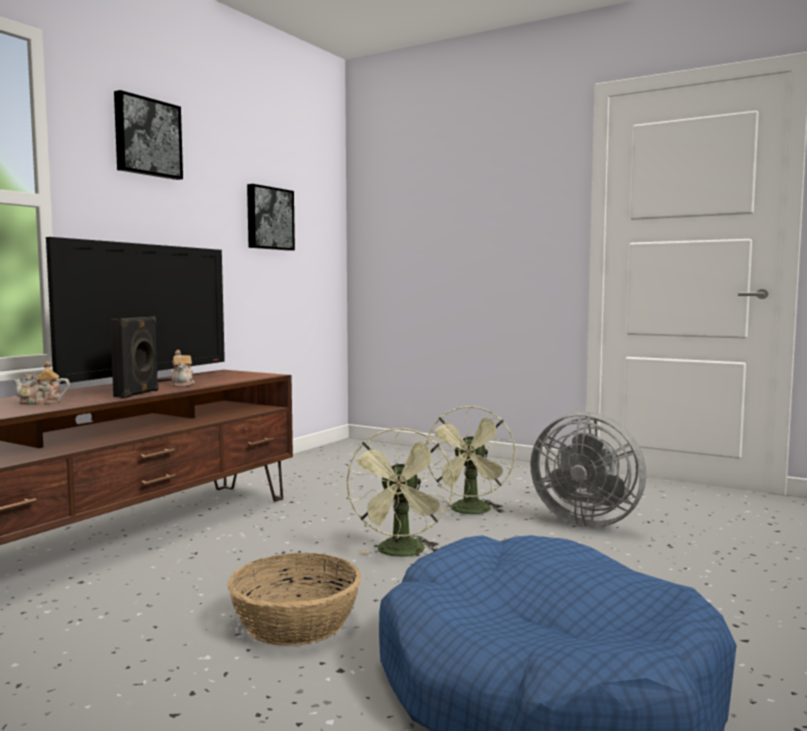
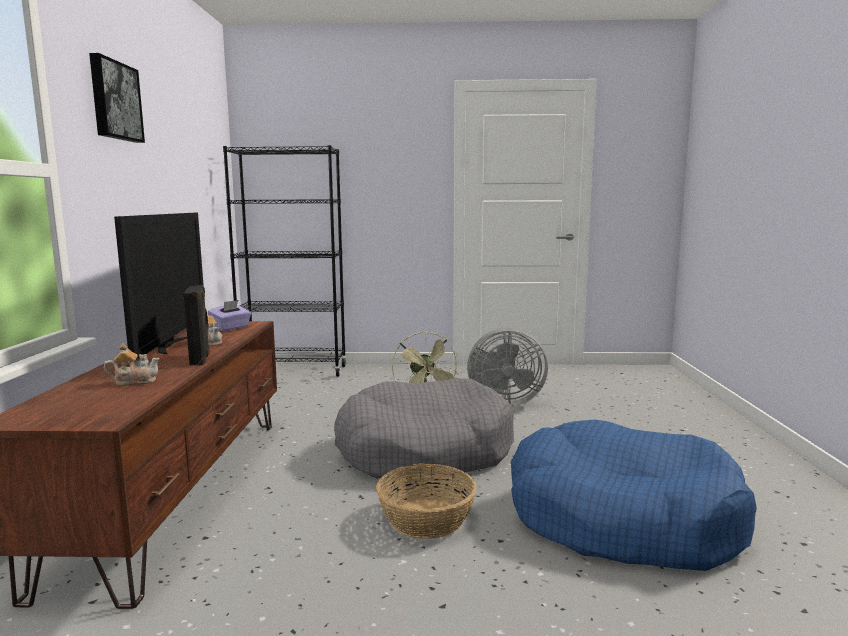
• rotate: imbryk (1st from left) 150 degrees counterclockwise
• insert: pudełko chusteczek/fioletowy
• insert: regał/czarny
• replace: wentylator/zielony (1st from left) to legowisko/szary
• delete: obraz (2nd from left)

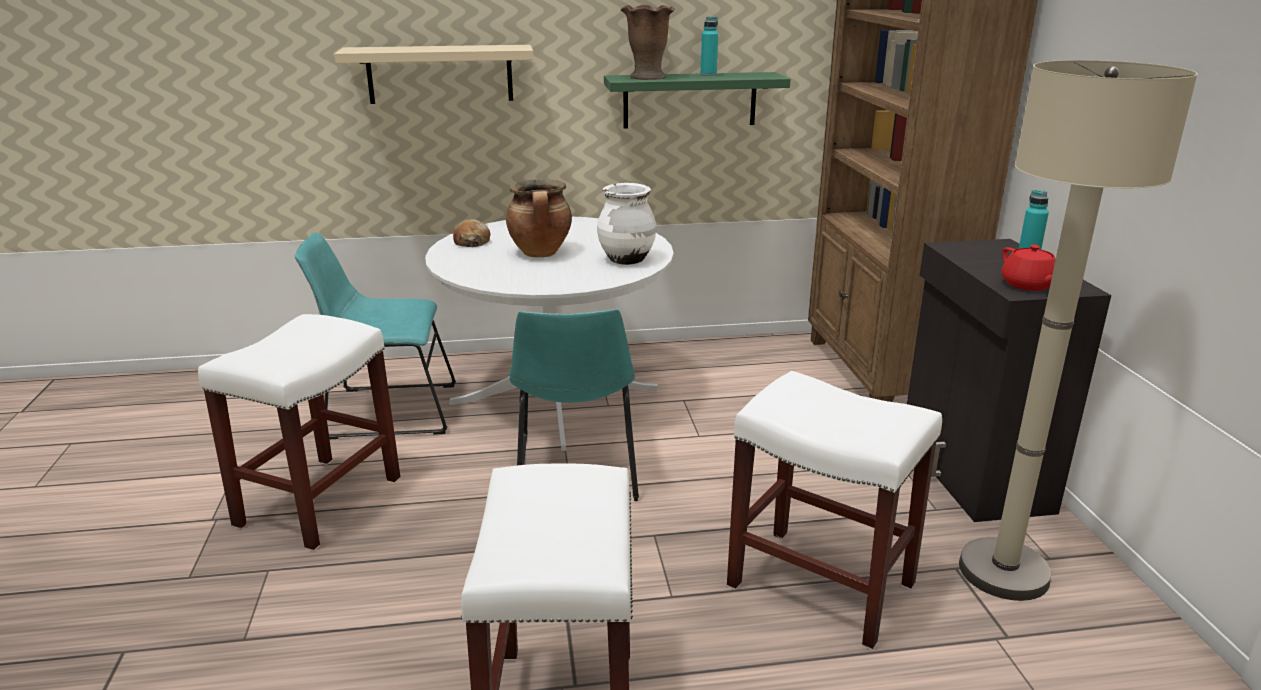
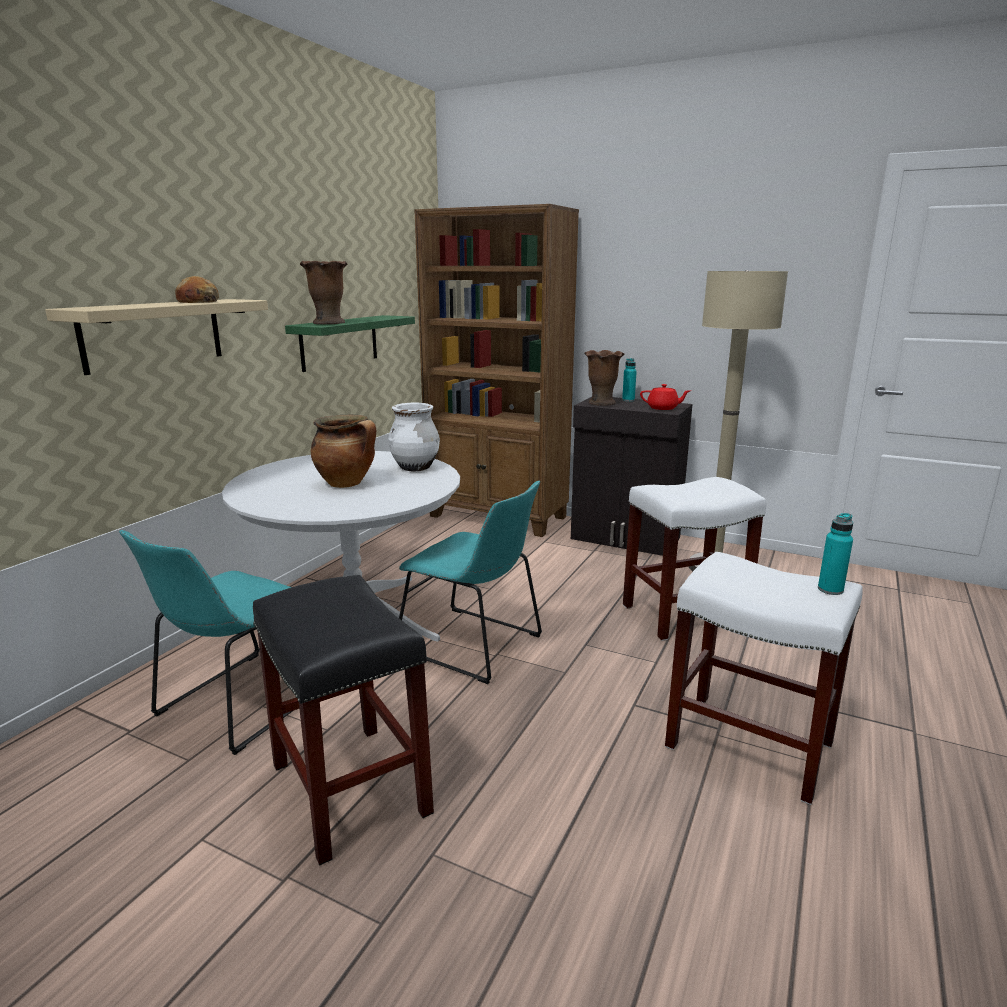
• move: chleb
• recolor: stołek/biały (1st from left) to stołek/czarny
• insert: wazon/brązowy (2nd from left)
• move: butelka/turkusowy (1st from left in the first image) to butelka/turkusowy (2nd from left)

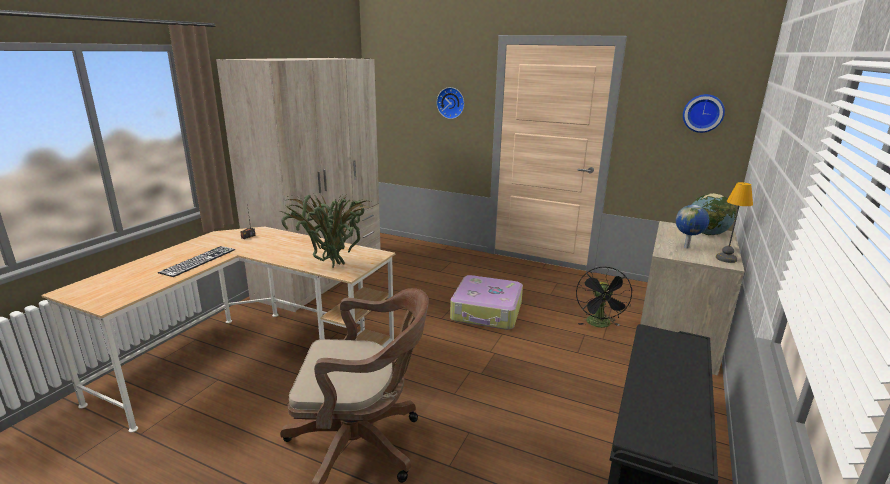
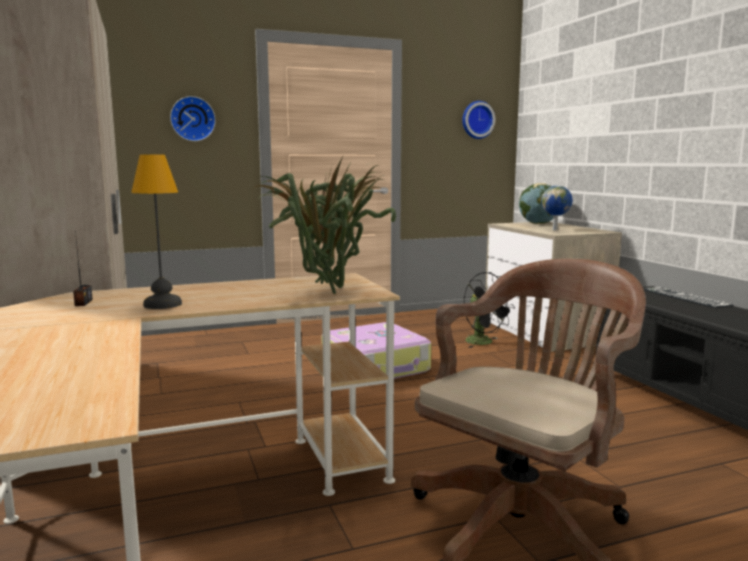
• move: lampa stołowa
• move: klawiatura

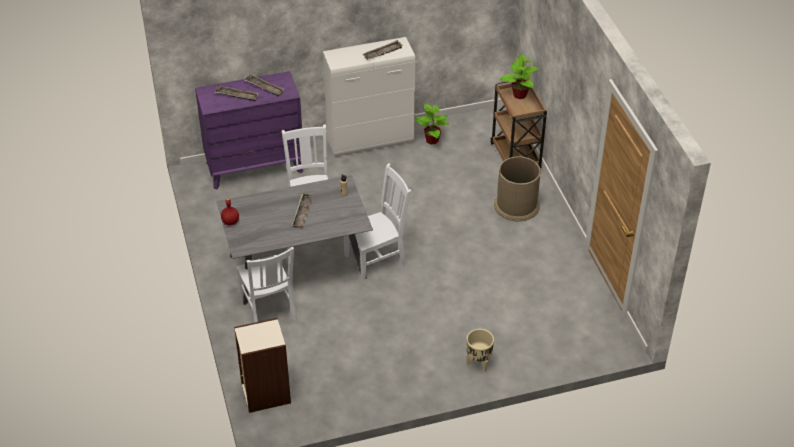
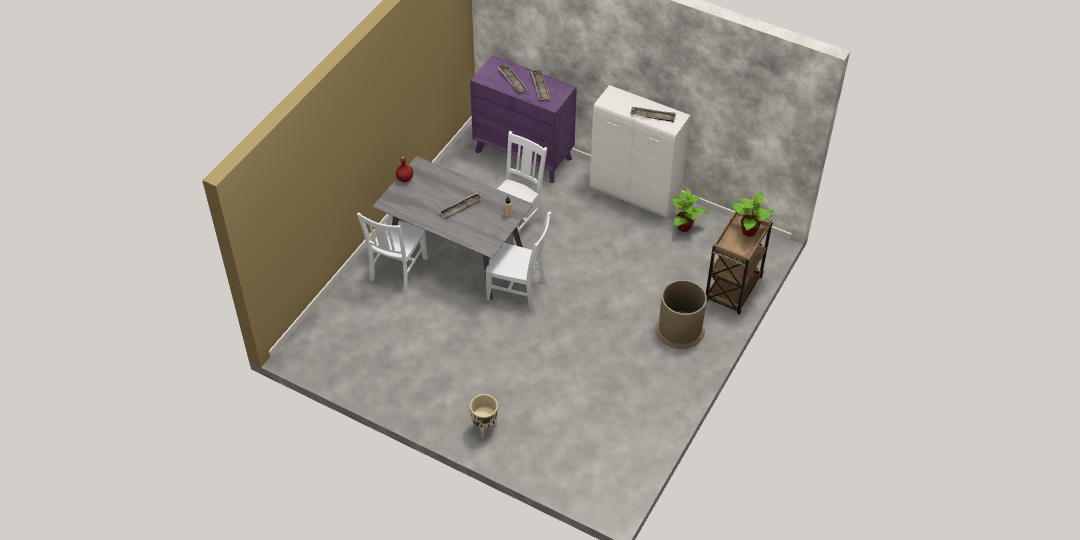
• delete: regał

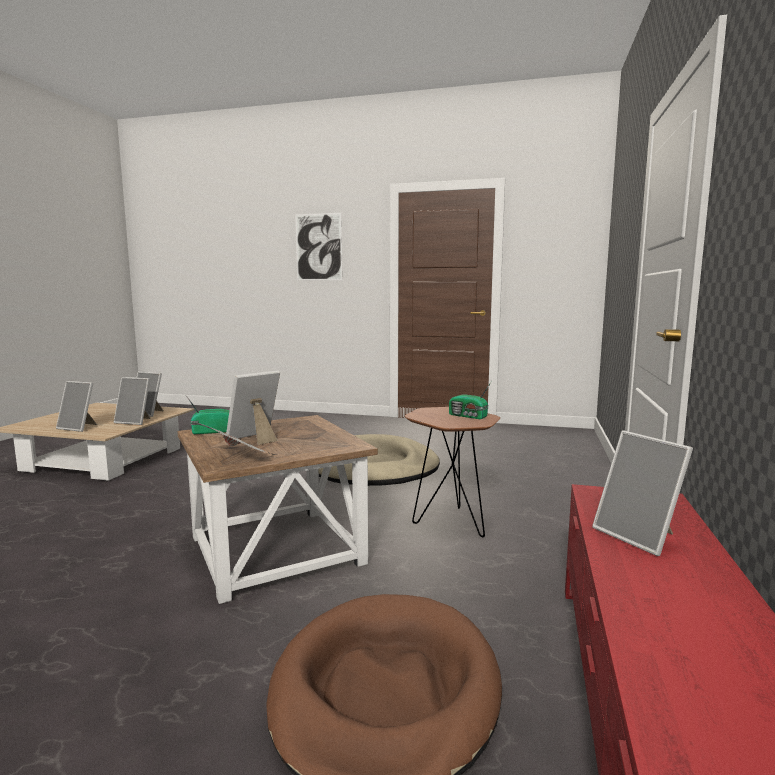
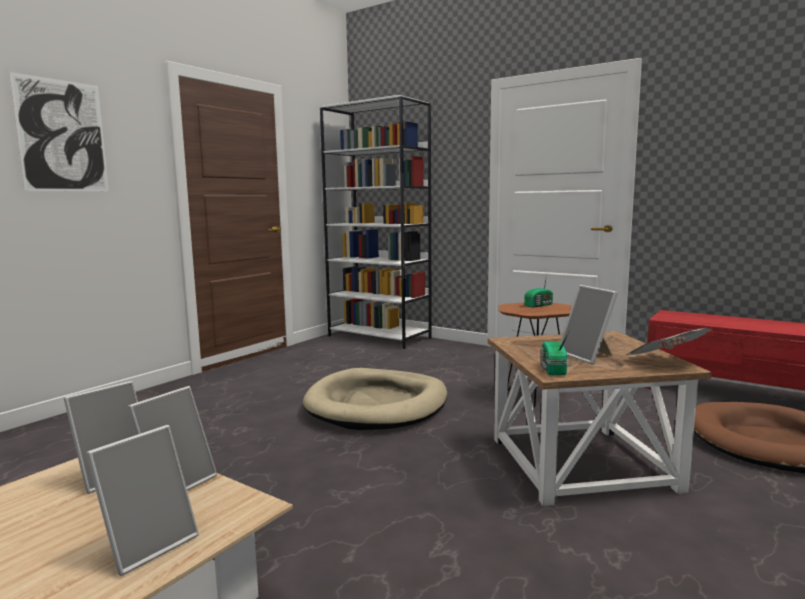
• insert: regał/biały
• delete: ramka na zdjęcie (5th from left)

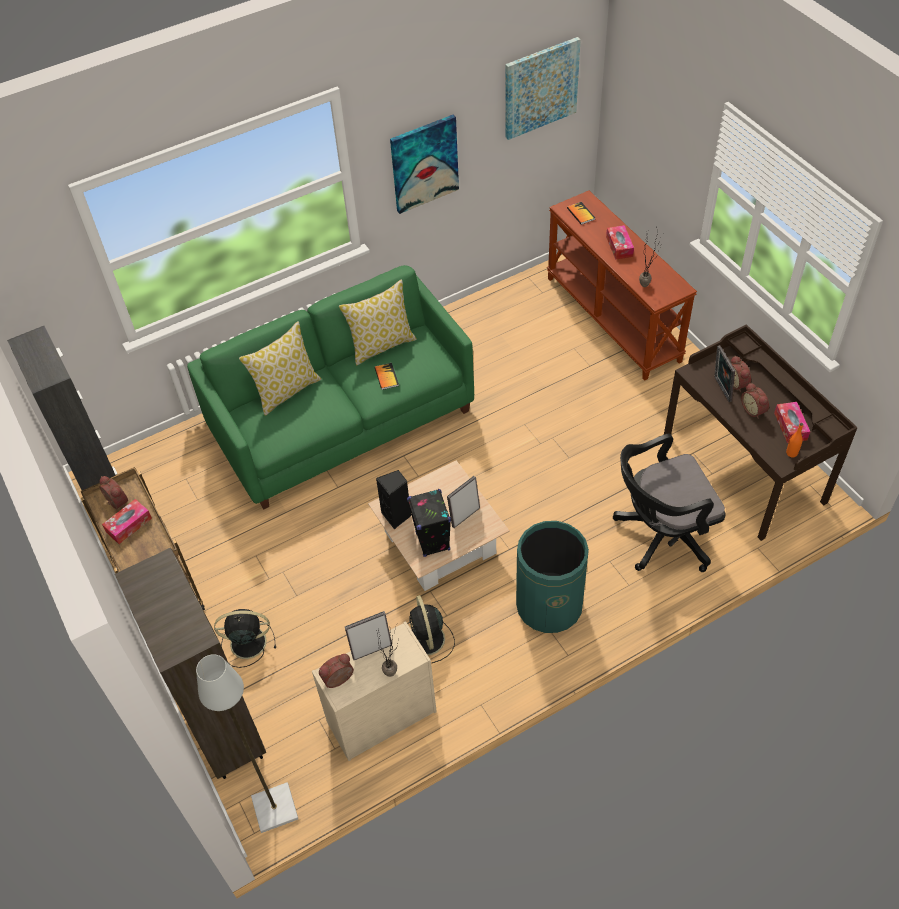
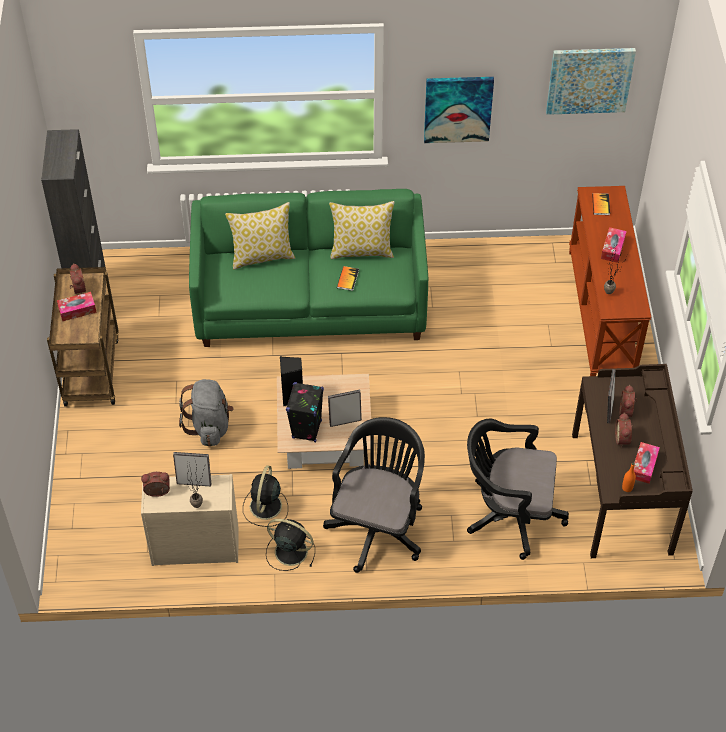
• insert: plecak/szary
• move: wentylator/czarny (1st from left in the first image) to wentylator/czarny (2nd from left)
• replace: kosz na śmieci/zielony to krzesło biurowe/czarny (1st from left)
• delete: regał/brązowy
• delete: lampa stojąca/szary

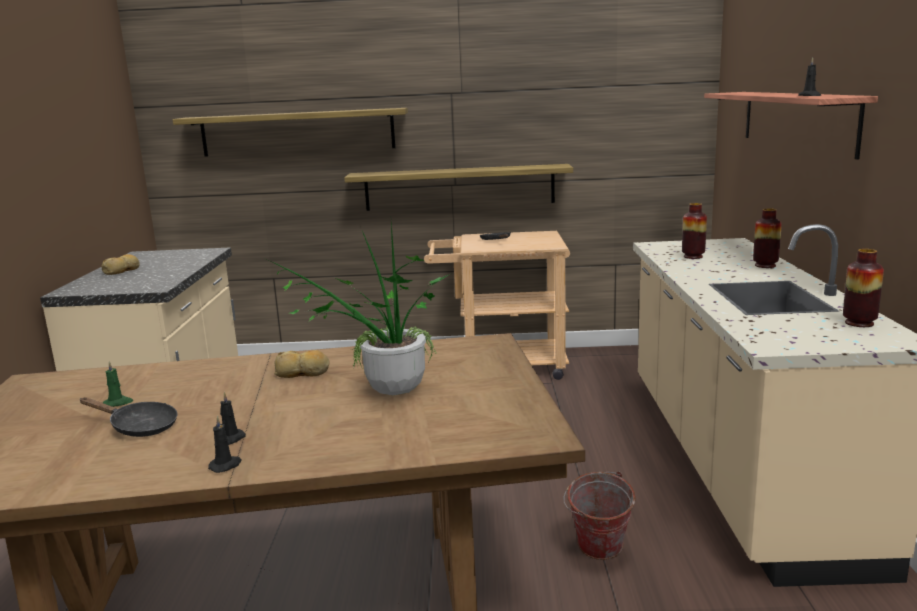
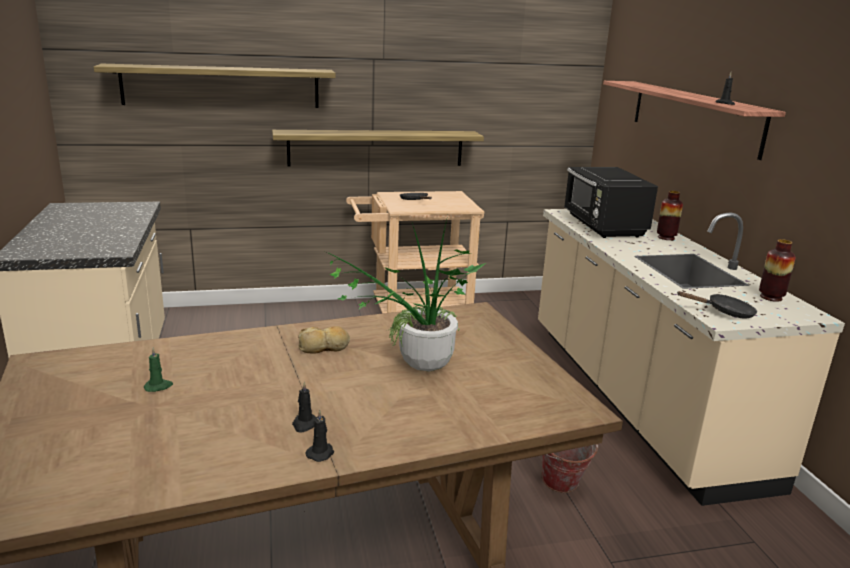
• replace: wazon (1st from left) to mikrofalówka/czarny
• move: patelnia/czarny (1st from left in the first image) to patelnia/czarny (2nd from left)
• delete: chleb (1st from left)

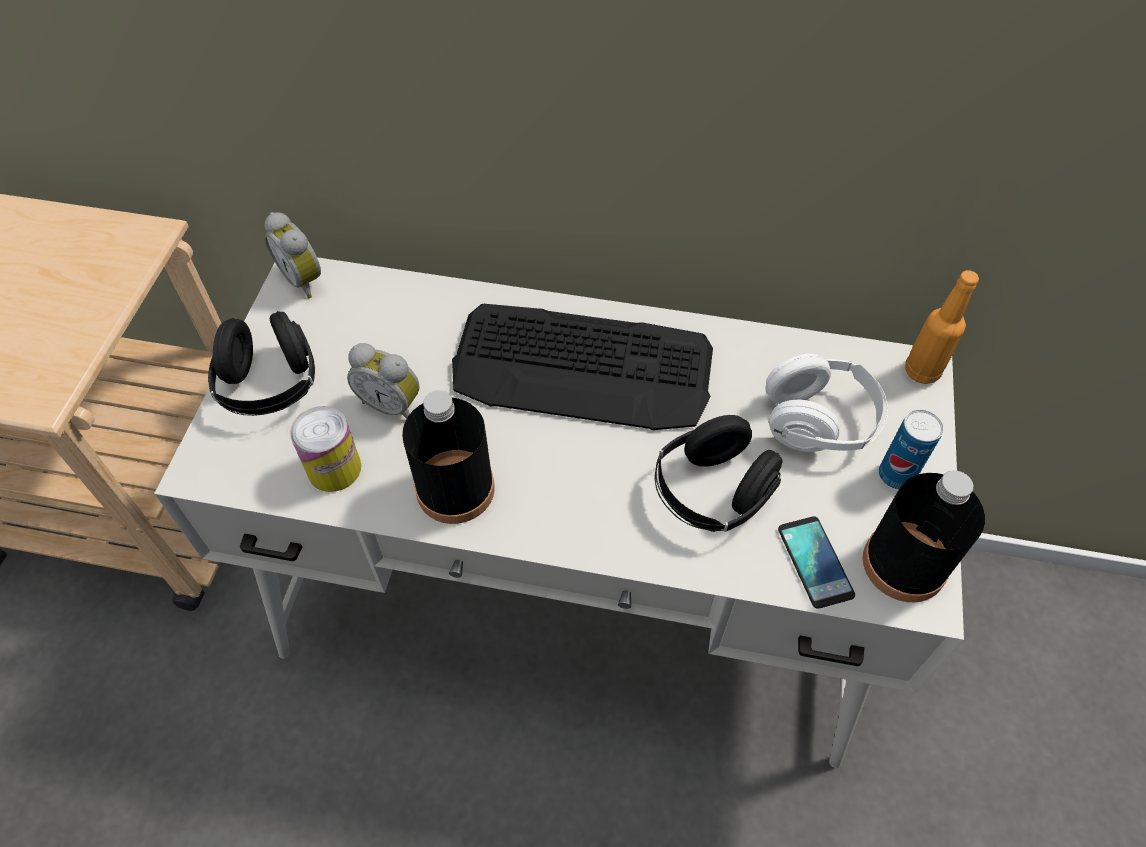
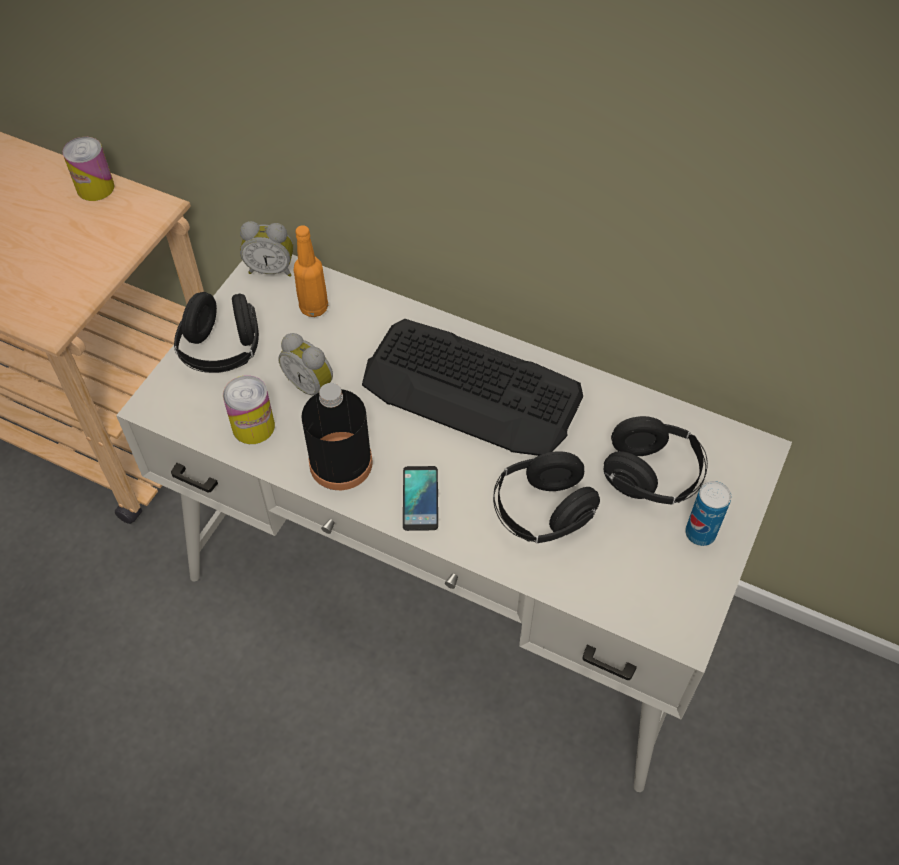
• insert: puszka (1st from left)
• rotate: budzik (1st from left) 60 degrees counterclockwise
• move: butelka/pomarańczowy
• move: telefon
• recolor: słuchawki/biały to słuchawki/czarny (3rd from left)
• delete: butelka/czarny (2nd from left)

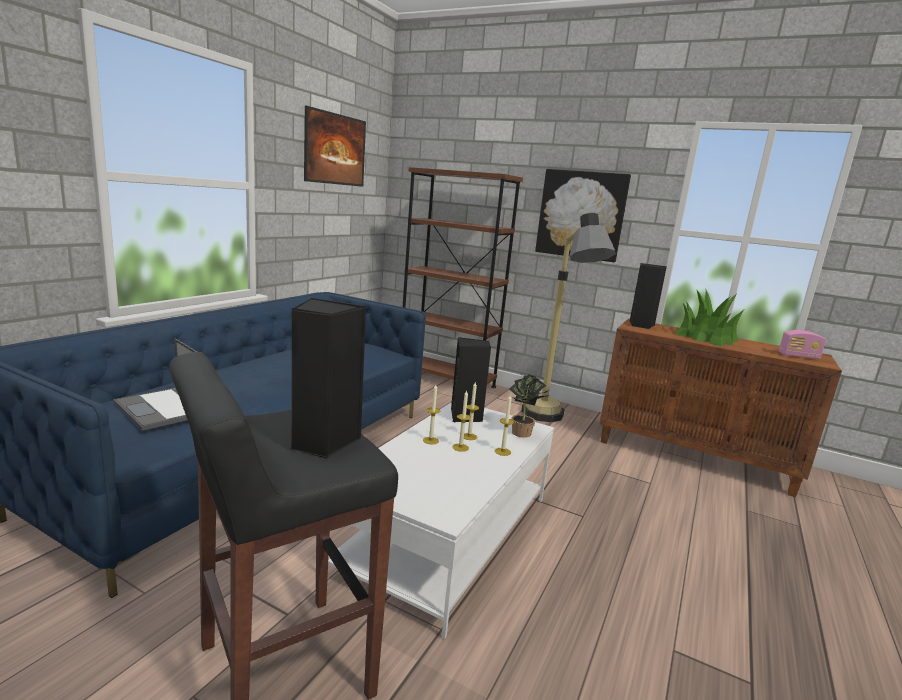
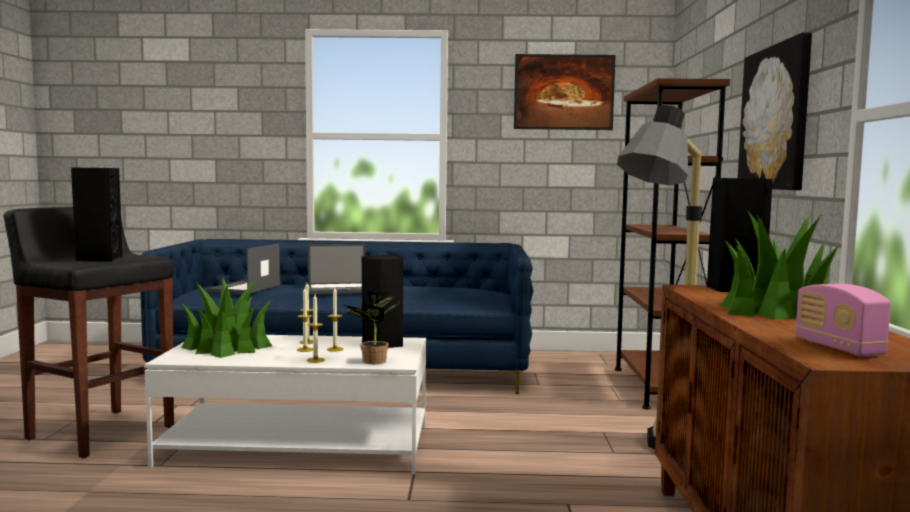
• insert: roślina doniczkowa (1st from left)
• insert: laptop (2nd from left)

